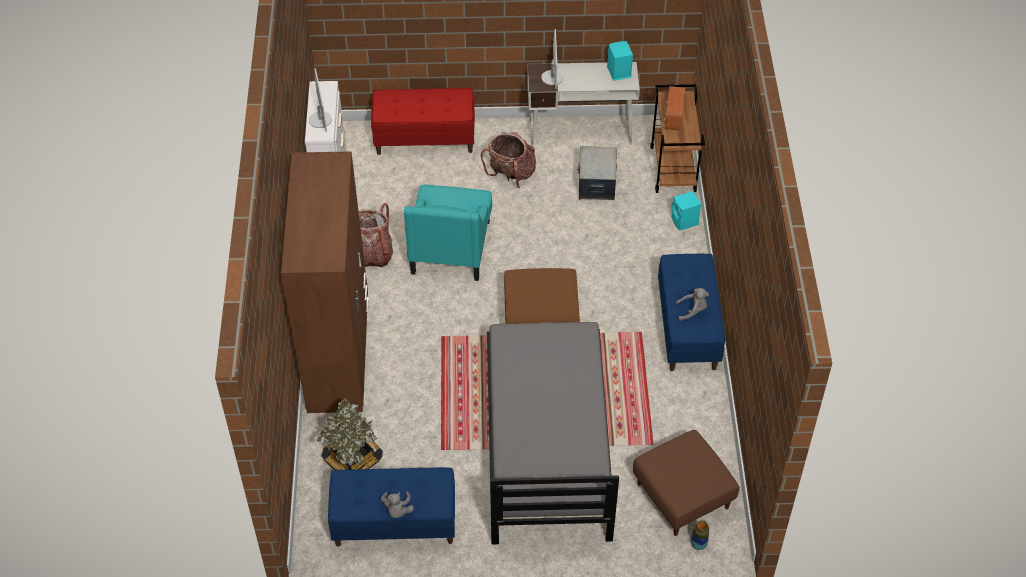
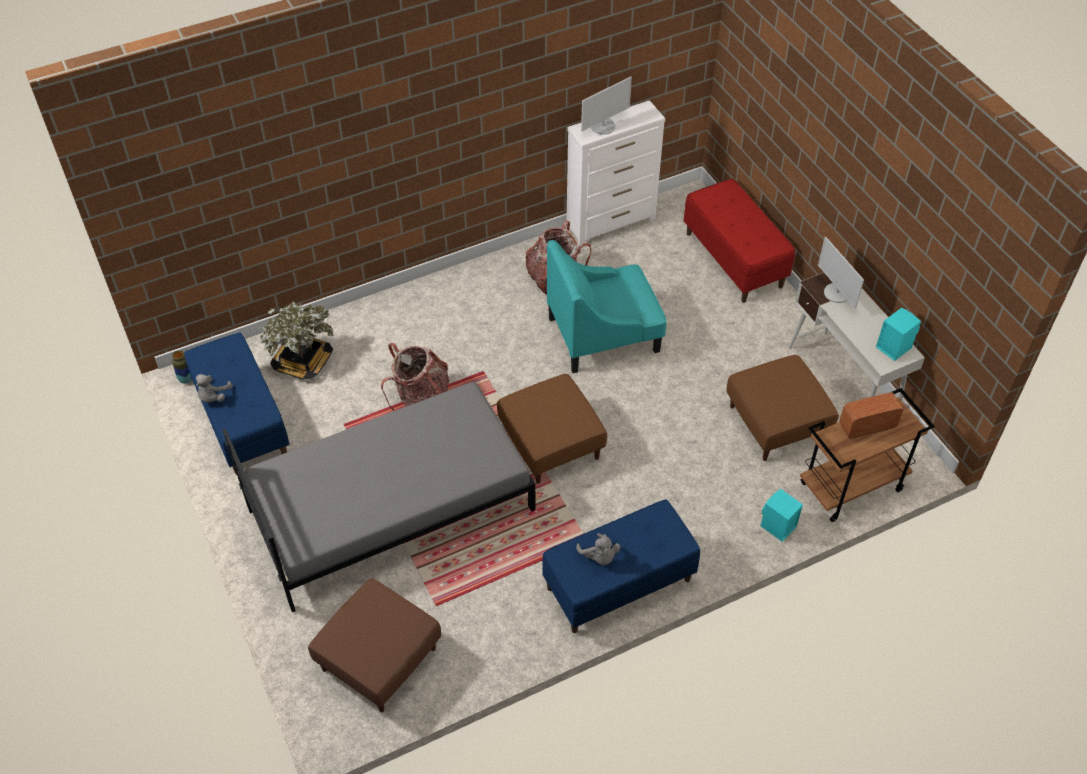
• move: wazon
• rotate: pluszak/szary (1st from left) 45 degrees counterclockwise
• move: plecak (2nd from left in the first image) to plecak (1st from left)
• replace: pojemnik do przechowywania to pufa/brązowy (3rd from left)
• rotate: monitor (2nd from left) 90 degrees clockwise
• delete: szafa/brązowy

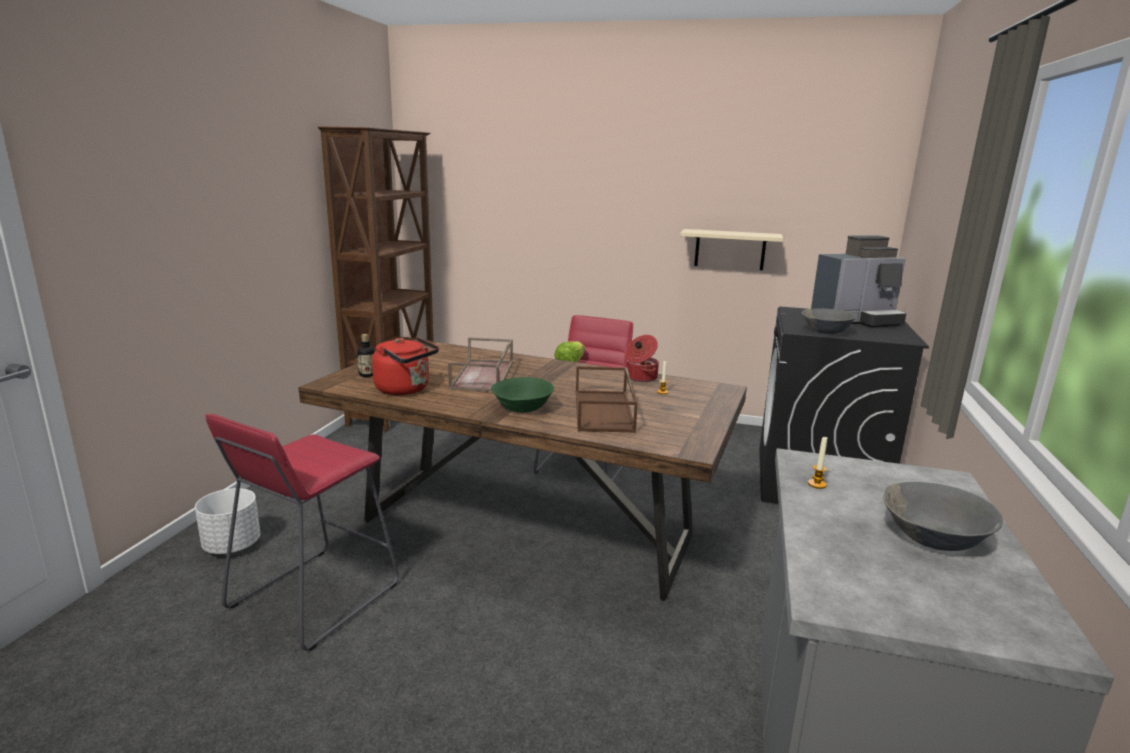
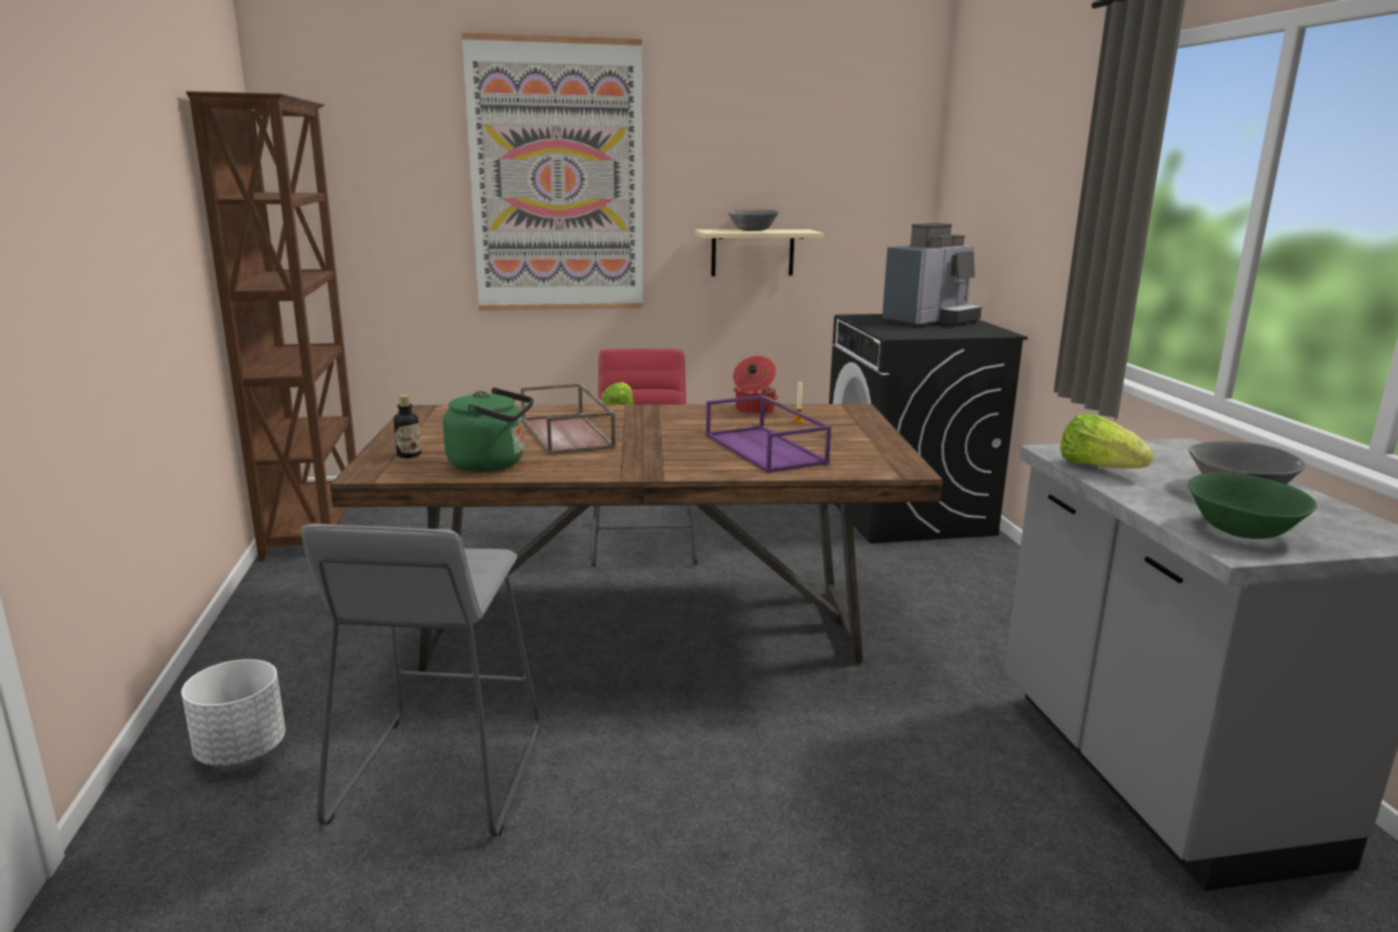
• recolor: stołek/czerwony (1st from left) to stołek/szary
• recolor: czajnik/czerwony to czajnik/zielony
• insert: obraz
• recolor: taca/brązowy (2nd from left) to taca/fioletowy
• move: miska/szary (1st from left)
• replace: świeca (2nd from left) to sałata (2nd from left)
• move: miska/zielony

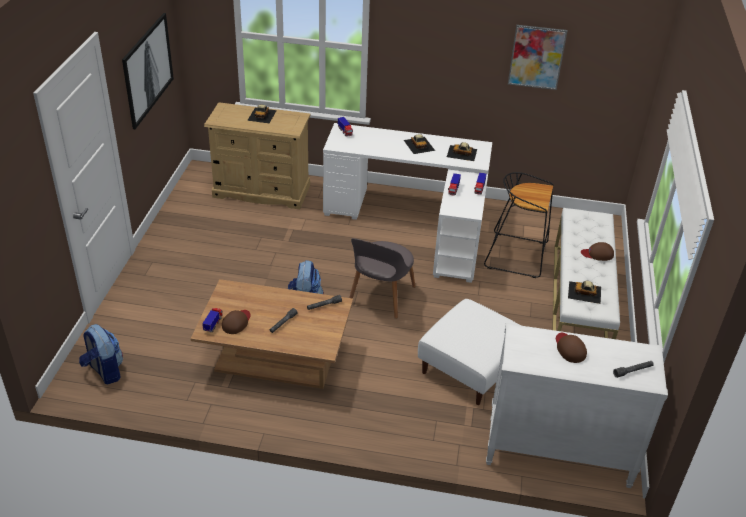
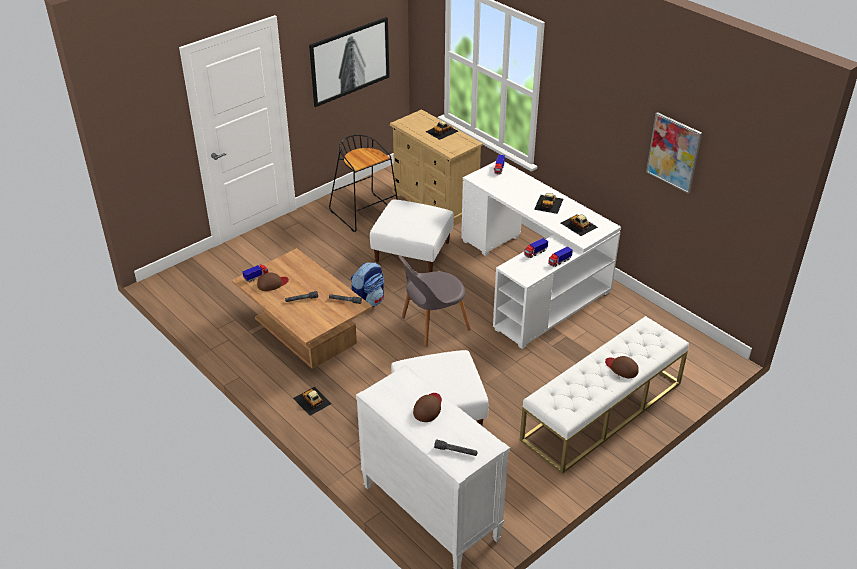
• move: samochodzik (4th from left in the first image) to samochodzik (1st from left)
• move: stołek/czarny
• insert: pufa/biały (1st from left)
• delete: plecak (1st from left)

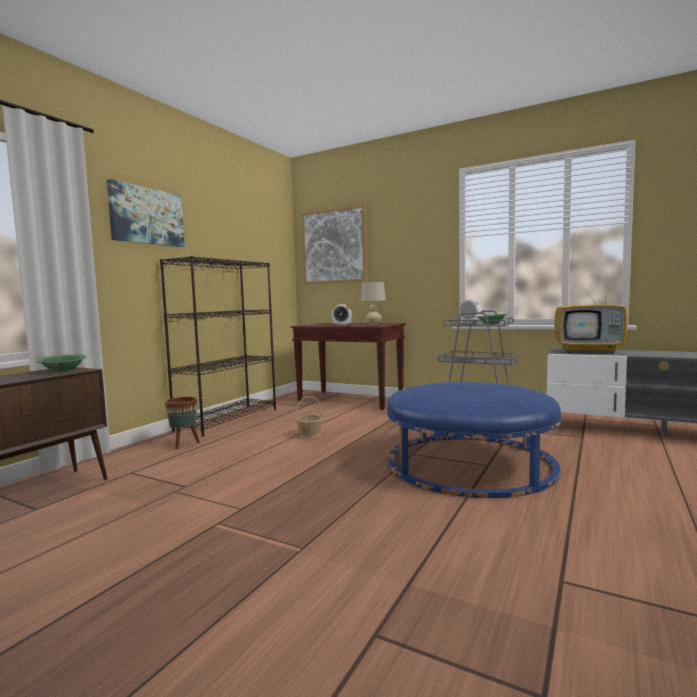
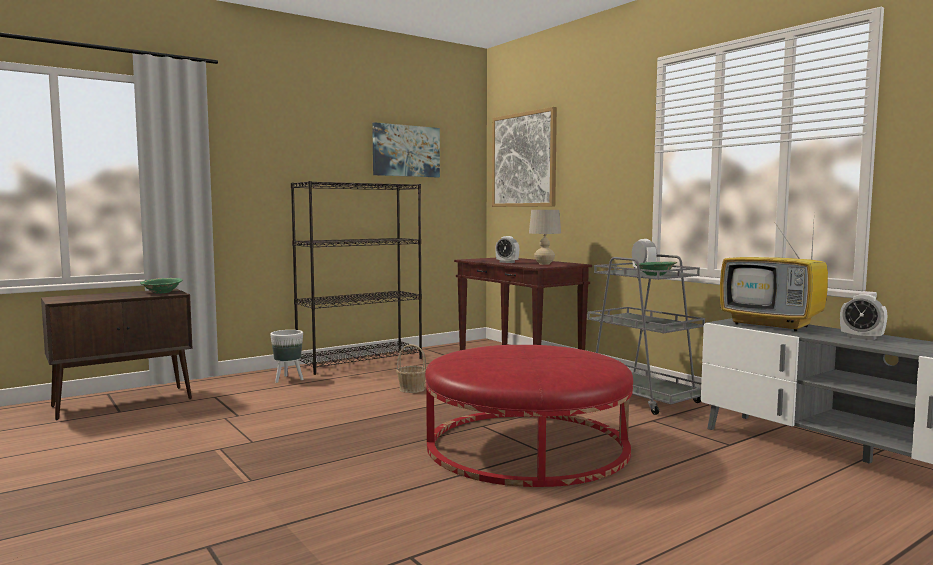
• recolor: donica/brązowy to donica/biały
• move: obraz (1st from left)
• recolor: pufa/niebieski to pufa/czerwony
• insert: budzik (3rd from left)

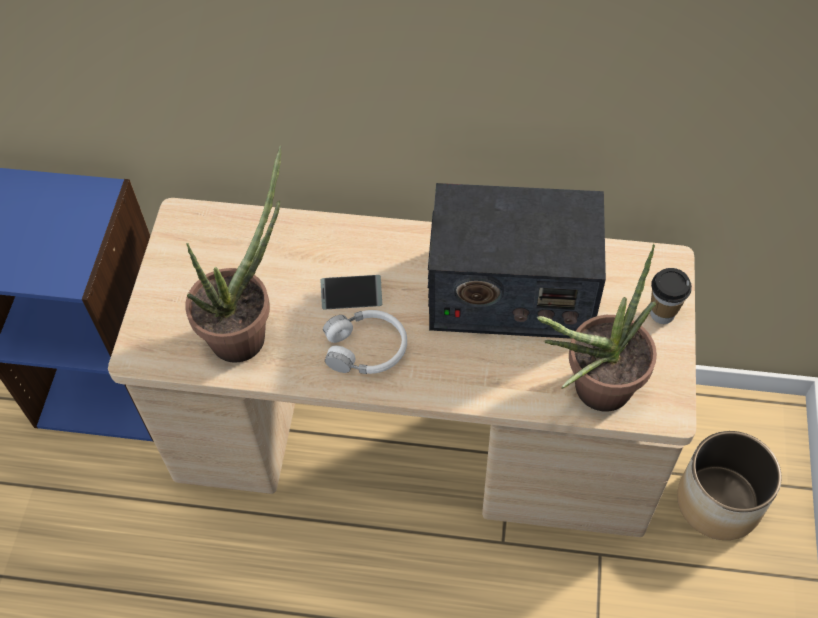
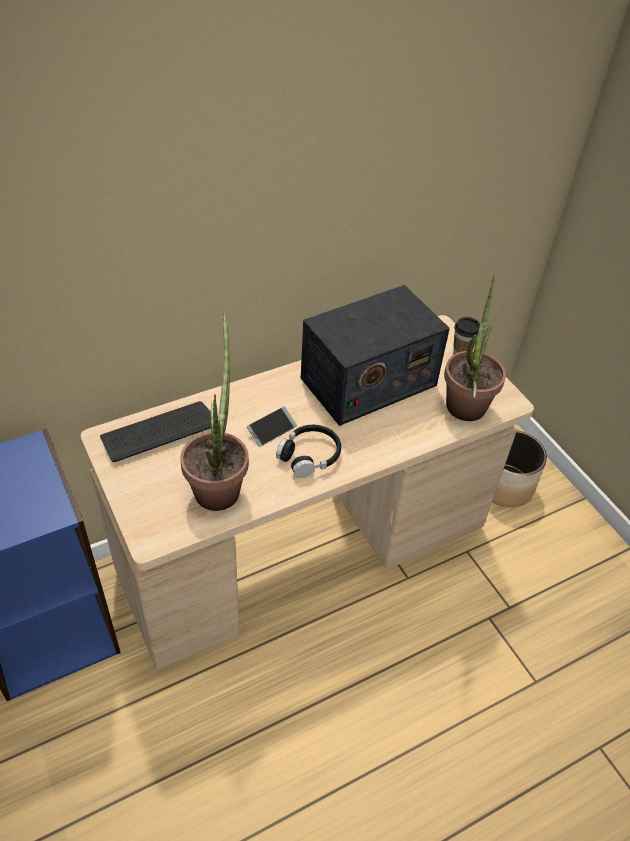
• insert: klawiatura
• recolor: słuchawki/biały to słuchawki/czarny

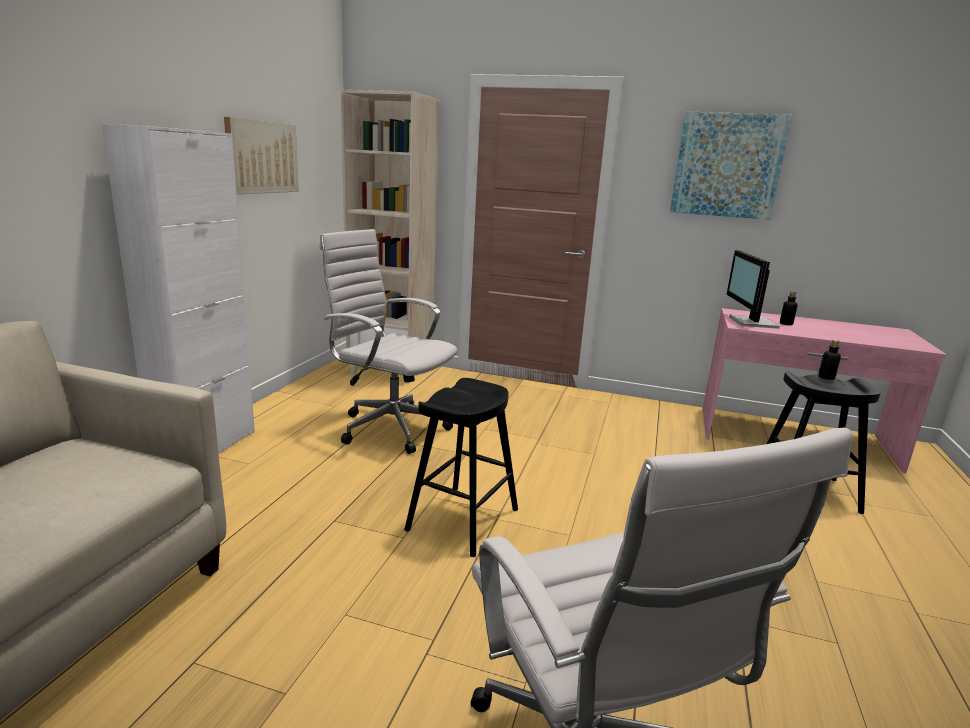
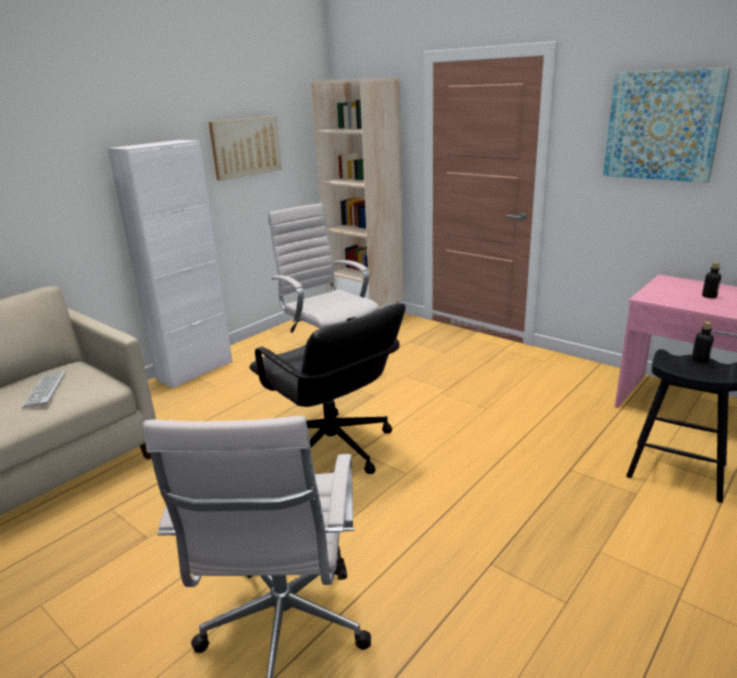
• insert: klawiatura
• replace: stołek/czarny (1st from left) to krzesło biurowe/czarny
• delete: monitor

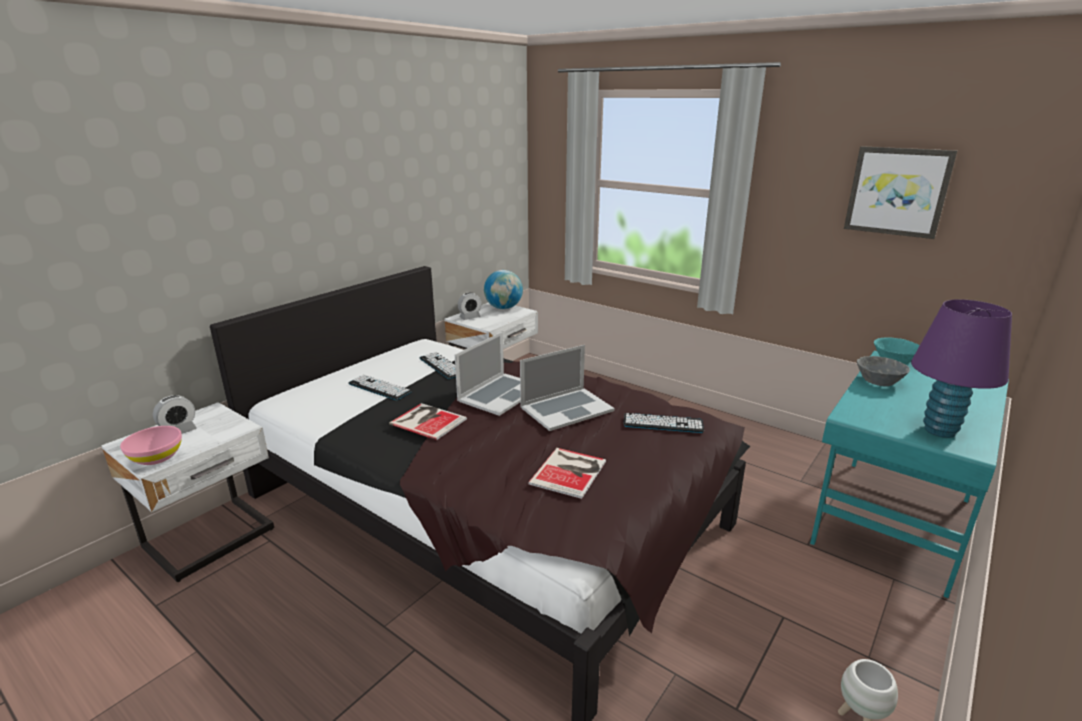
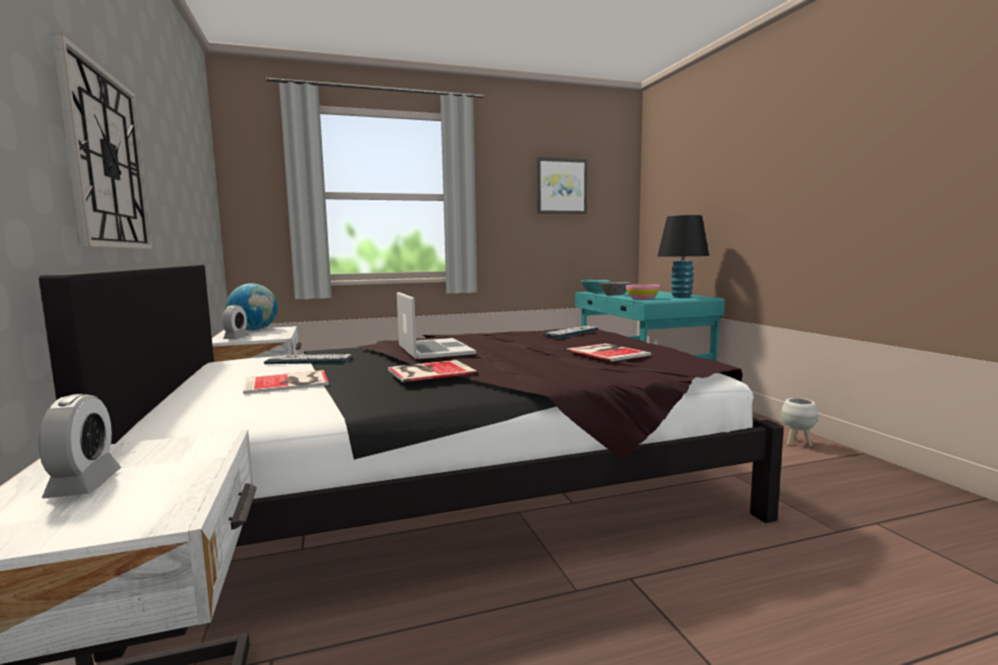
• insert: zegar ścienny
• replace: klawiatura (1st from left) to książka (1st from left)
• move: miska/różowy
• recolor: lampa stołowa/fioletowy to lampa stołowa/czarny
• delete: laptop (2nd from left)

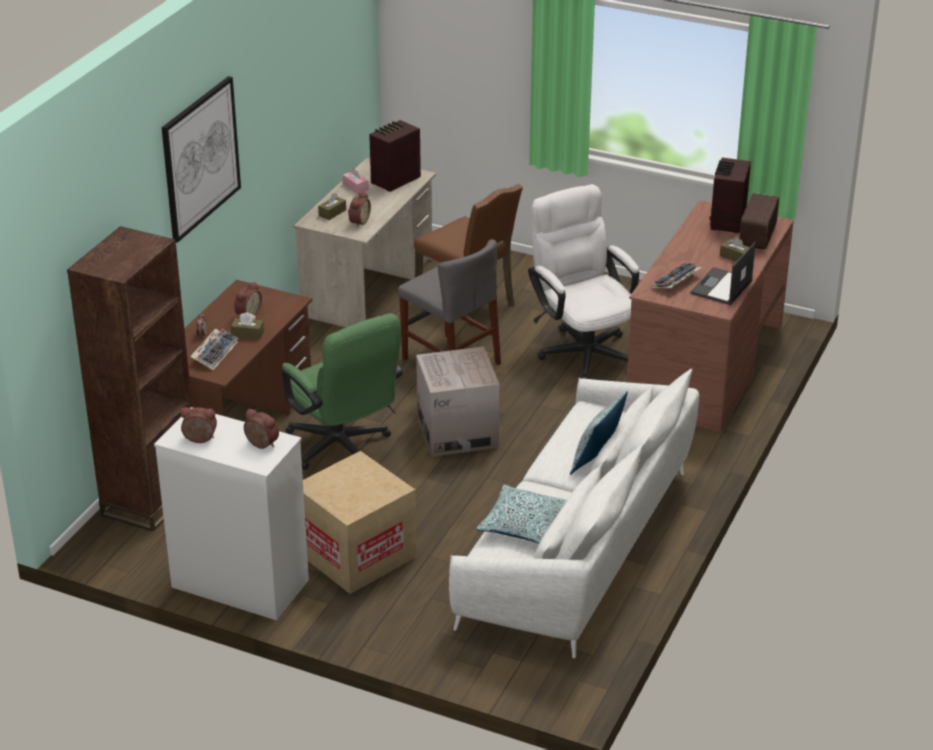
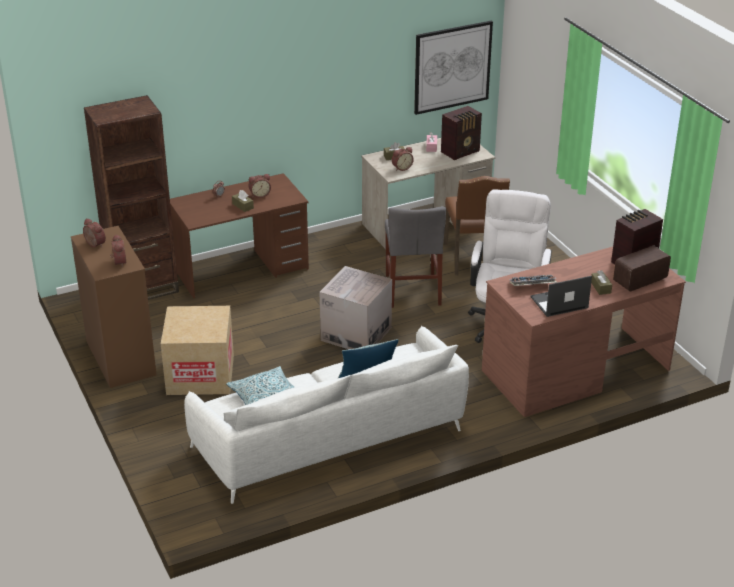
• recolor: komoda/biały to komoda/brązowy
• move: obraz
• rotate: radio (1st from left) 150 degrees clockwise
• delete: klawiatura (1st from left)
• delete: krzesło biurowe/zielony

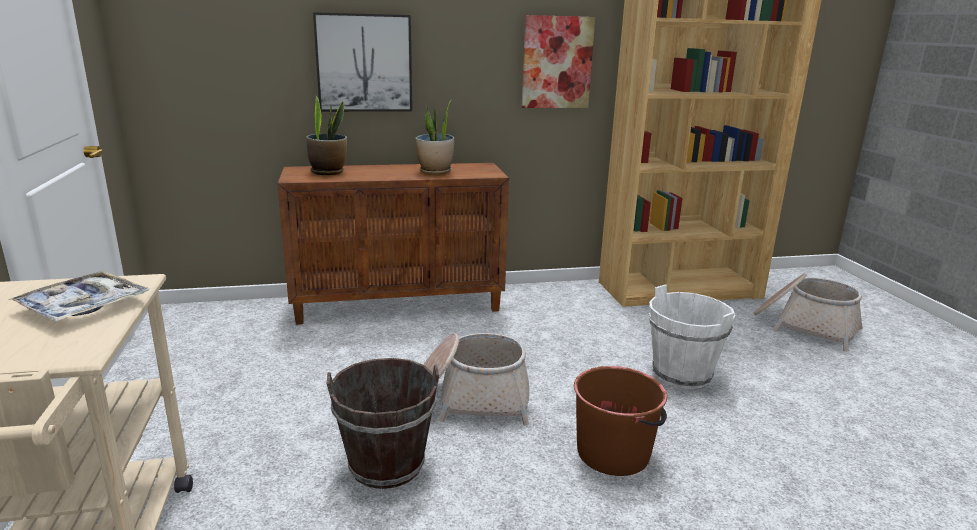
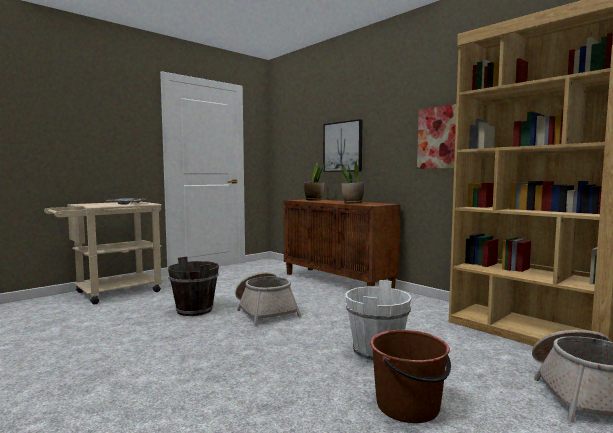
• move: wiadro/brązowy (2nd from left)

